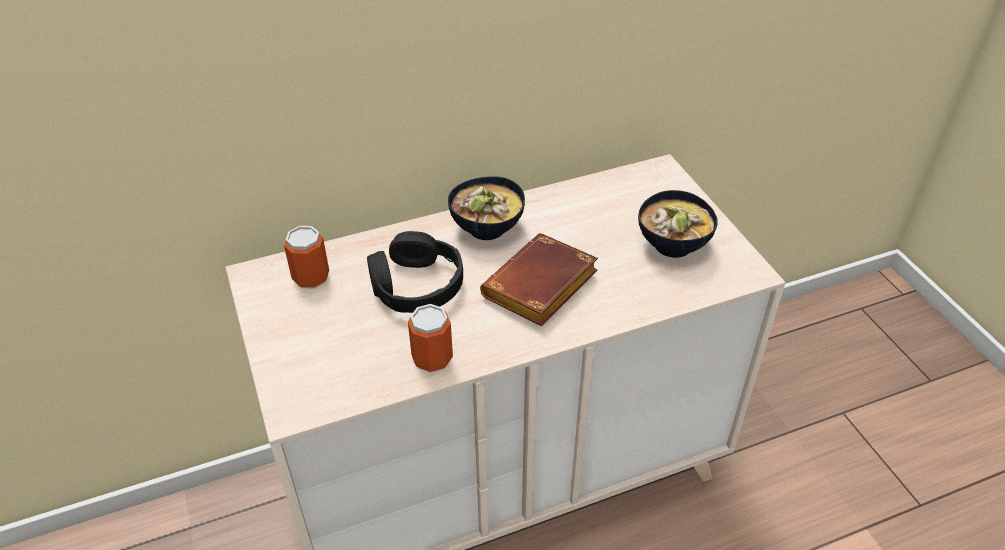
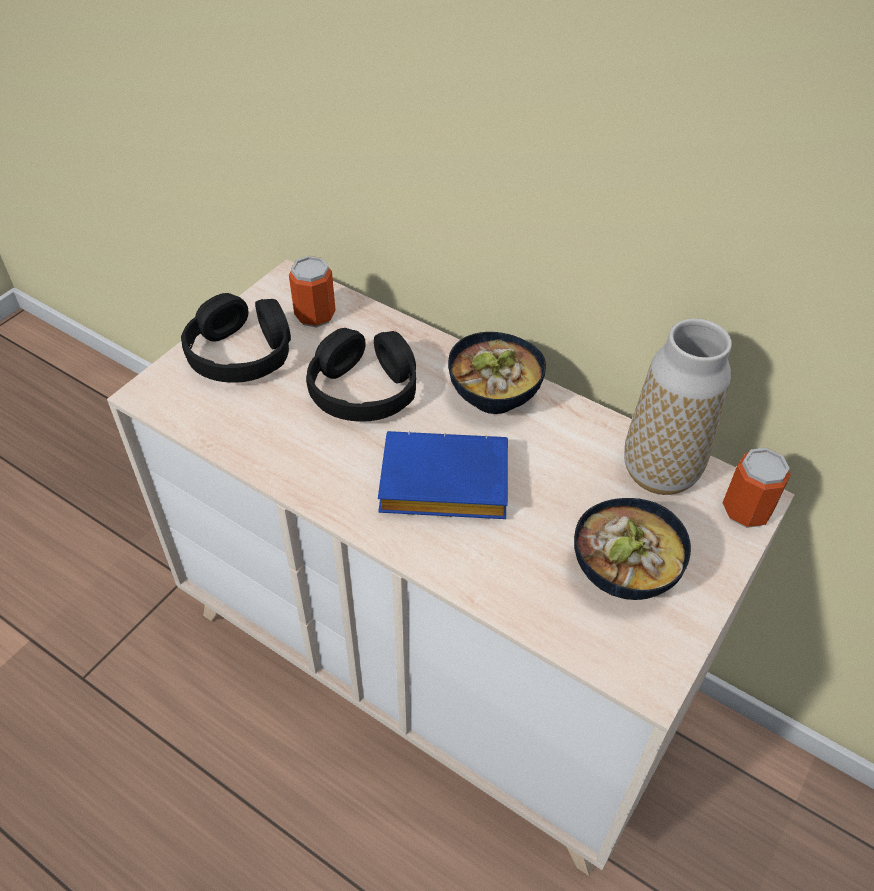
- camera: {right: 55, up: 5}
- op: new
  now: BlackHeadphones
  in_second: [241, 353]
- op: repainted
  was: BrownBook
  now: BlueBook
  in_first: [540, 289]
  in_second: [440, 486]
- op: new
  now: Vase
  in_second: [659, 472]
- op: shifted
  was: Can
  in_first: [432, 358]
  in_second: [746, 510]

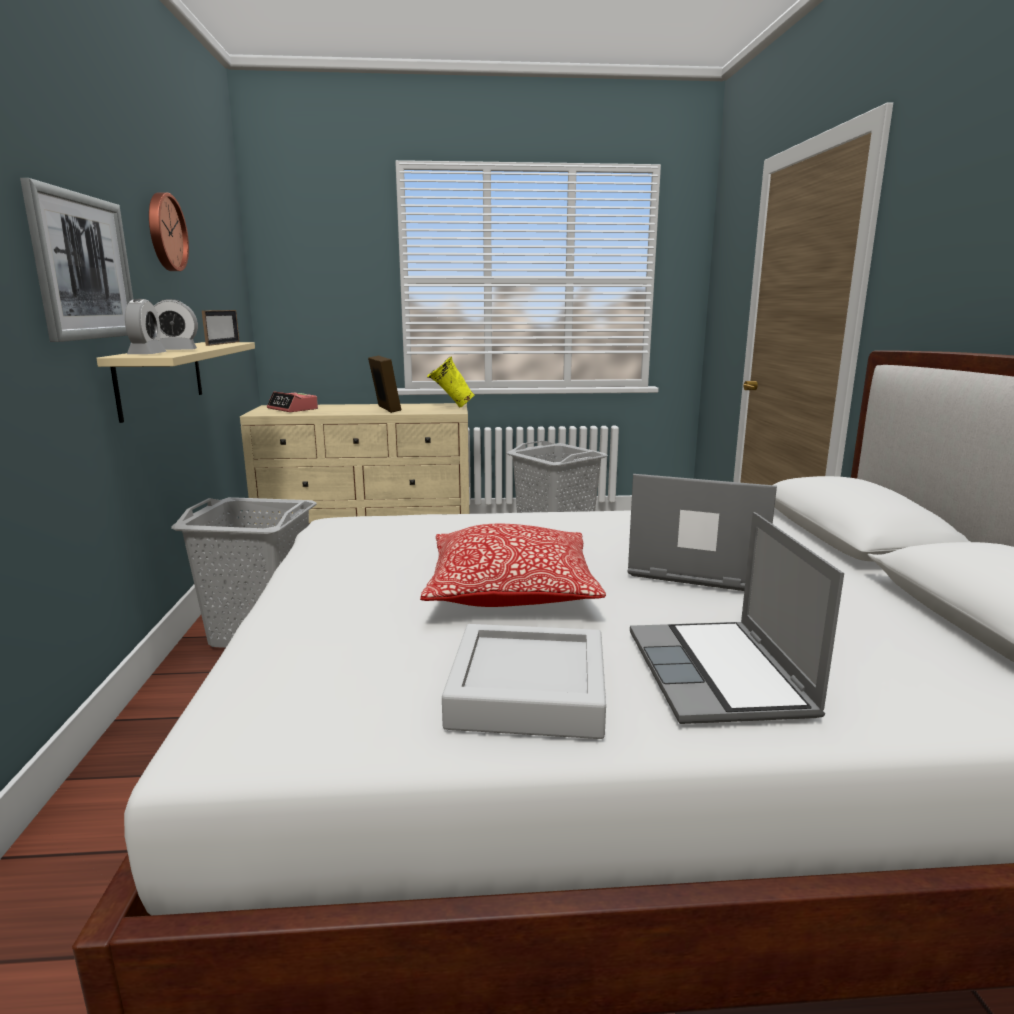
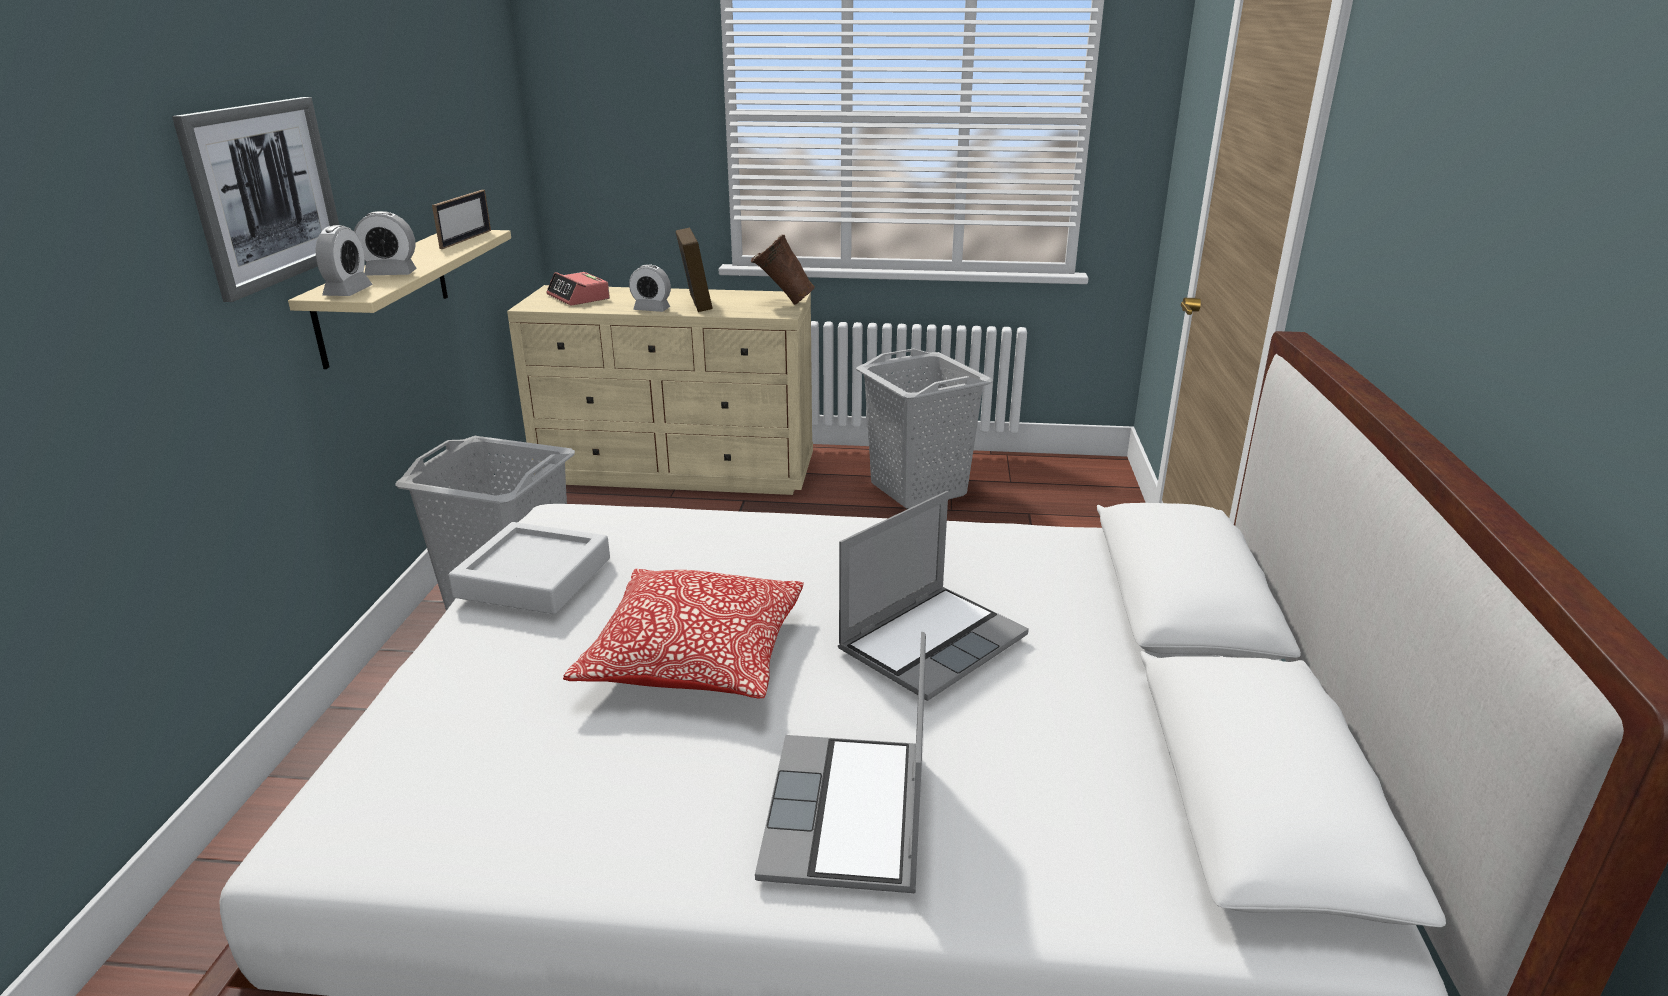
- camera: {right: 10, up: 10}
- op: shifted
  was: GreyTray
  in_first: [528, 692]
  in_second: [534, 577]
- op: new
  now: AlarmClock
  in_second: [651, 309]
- op: repainted
  was: YellowVase
  now: BrownVase
  in_first: [450, 407]
  in_second: [782, 303]
- op: rotated
  was: Laptop
  in_first: [696, 569]
  in_second: [932, 642]
  clockwise: 105
- op: gone
  was: WallClock
  in_first: [165, 232]

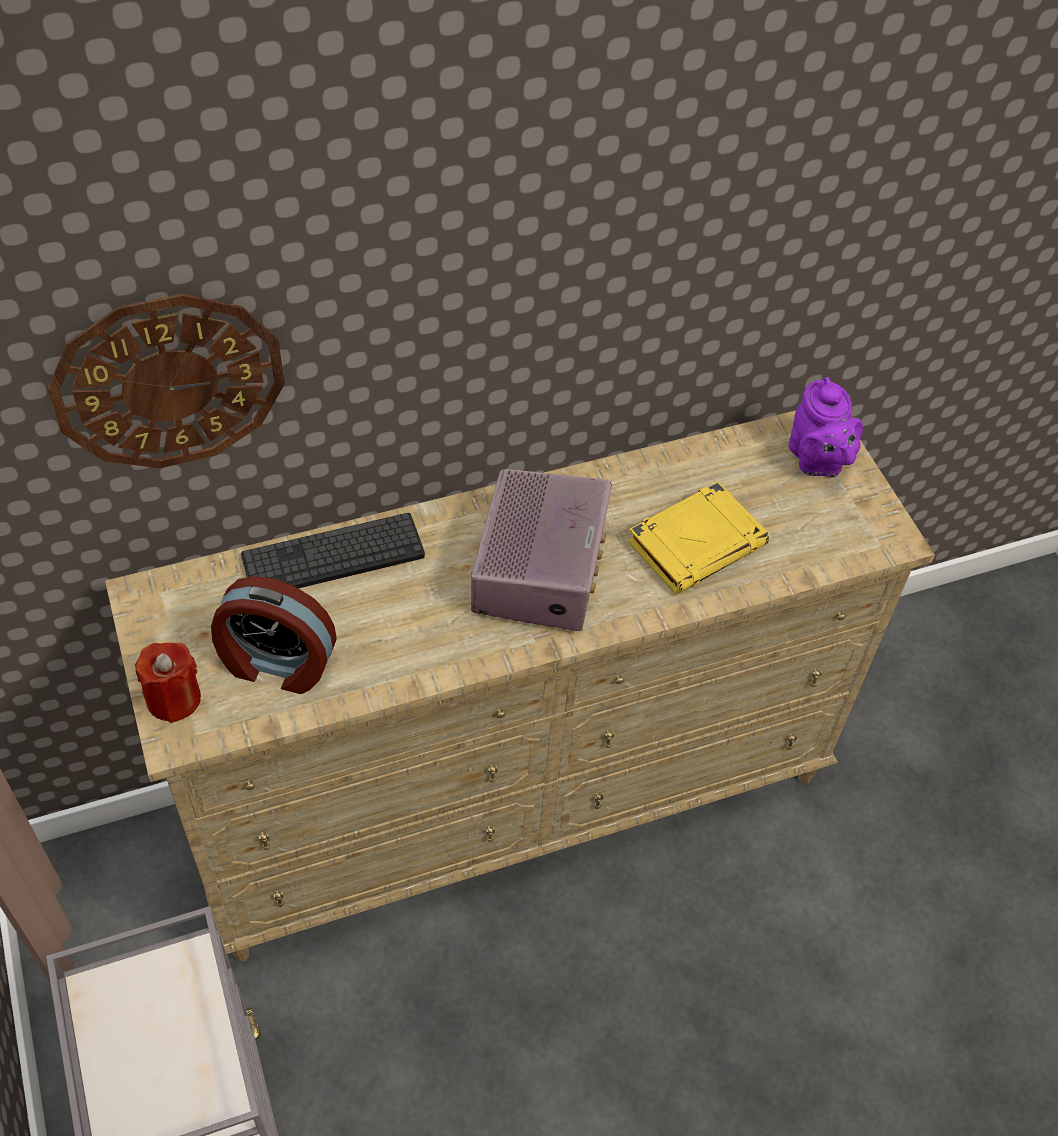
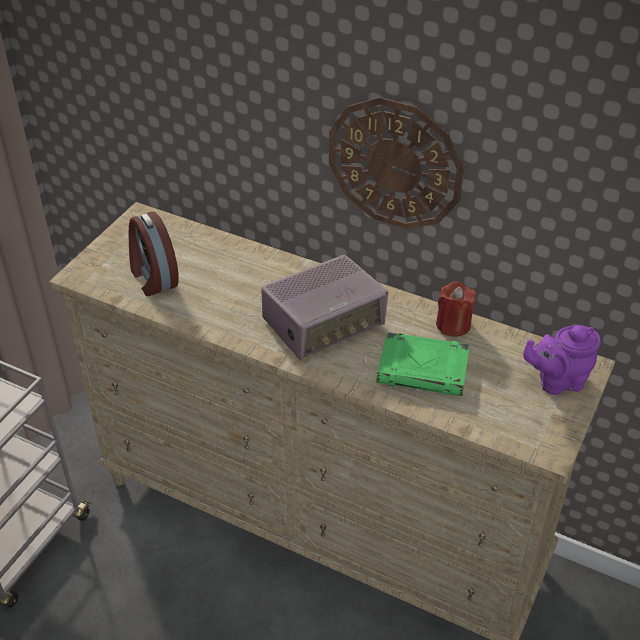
- camera: {right: 50, up: -10}
- op: shifted
  was: WallClock
  in_first: [169, 382]
  in_second: [395, 164]
- op: repainted
  was: YellowBook
  now: GreenBook
  in_first: [697, 543]
  in_second: [424, 369]
- op: shifted
  was: RedCandle
  in_first: [174, 698]
  in_second: [453, 325]
- op: rotated
  was: PurpleTeapot
  in_first: [817, 461]
  in_second: [557, 381]
  clockwise: 45
- op: gone
  was: Keyboard
  in_first: [333, 556]

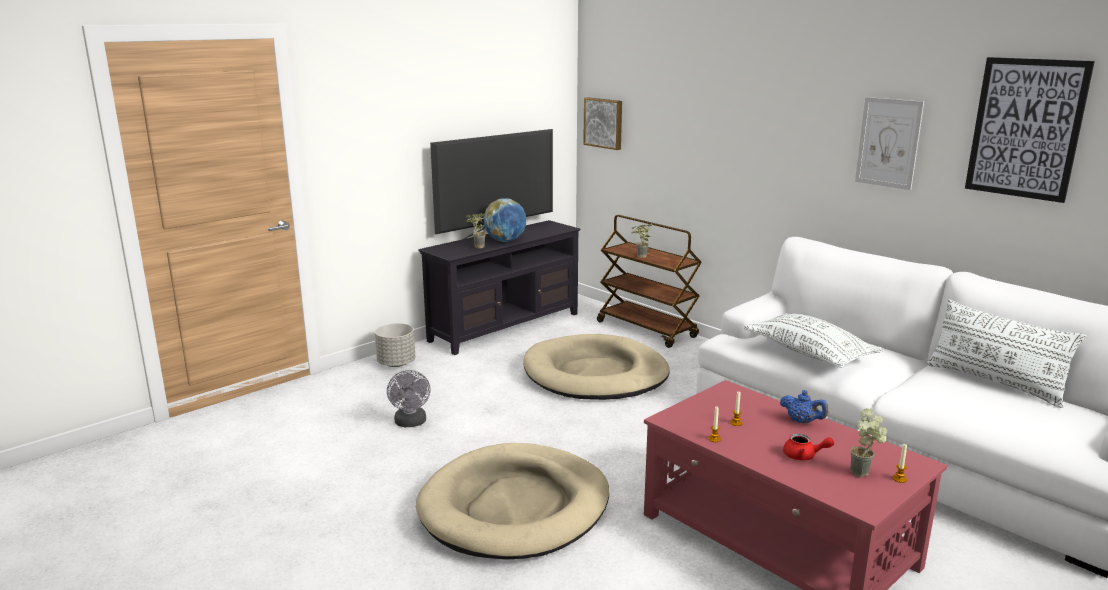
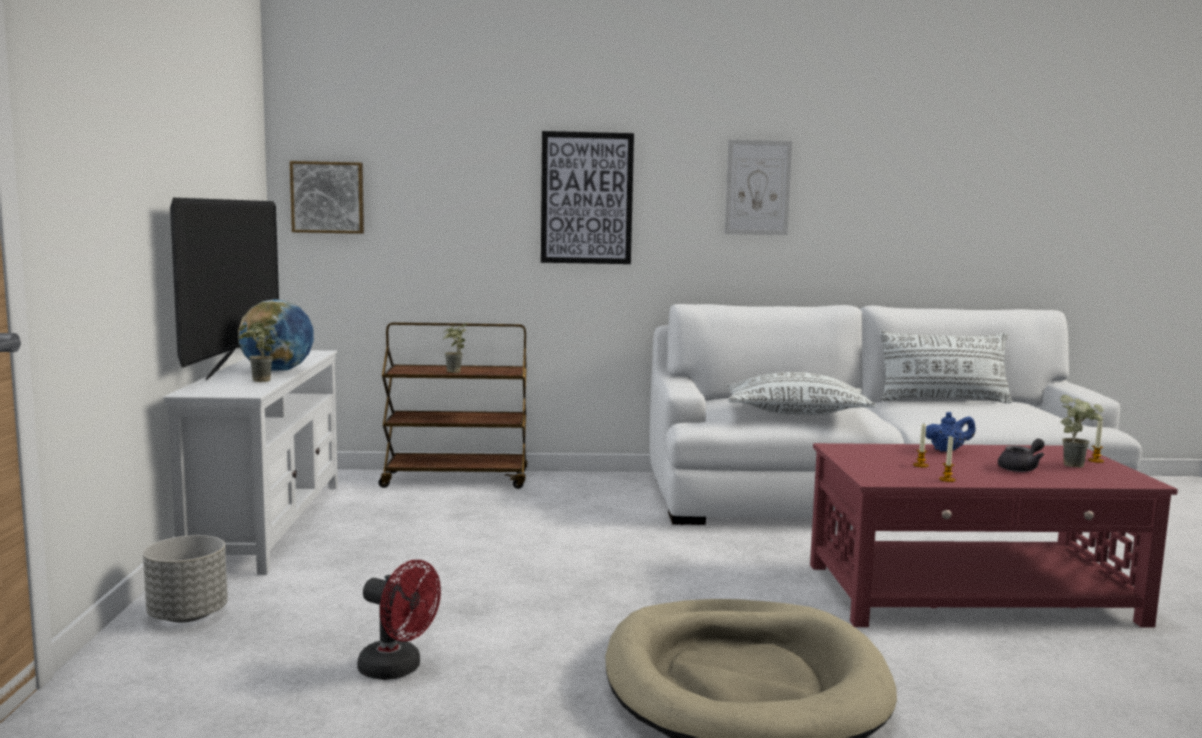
- camera: {right: -50, up: -10}
- op: repainted
  was: BlackTvStand
  now: WhiteTvStand
  in_first: [505, 327]
  in_second: [267, 525]
- op: repainted
  was: GreyFan
  now: RedFan
  in_first: [411, 423]
  in_second: [398, 669]
- op: shifted
  was: Picture
  in_first: [1026, 128]
  in_second: [586, 198]
- op: repainted
  was: RedTeapot
  now: GreyTeapot
  in_first: [804, 456]
  in_second: [1021, 468]
- op: gone
  was: BeigeDogBed
  in_first: [595, 374]

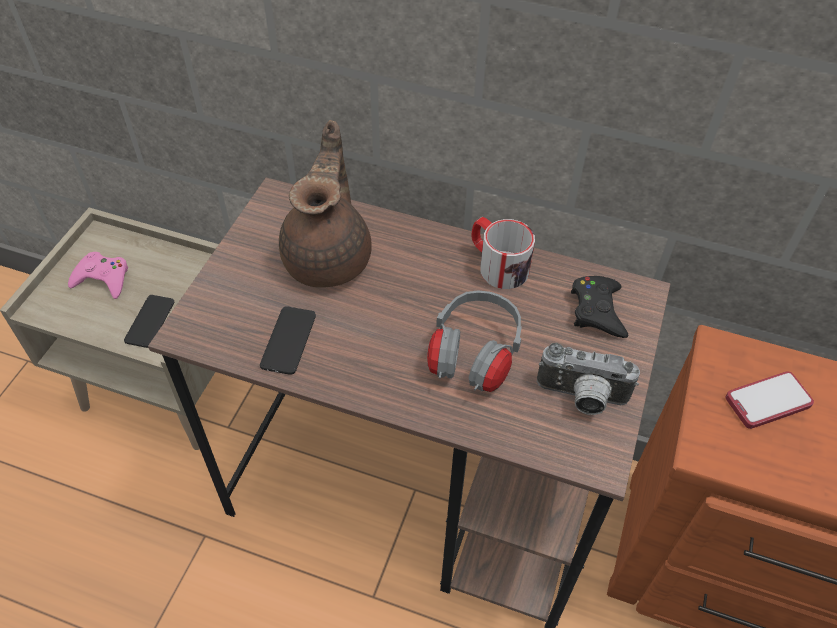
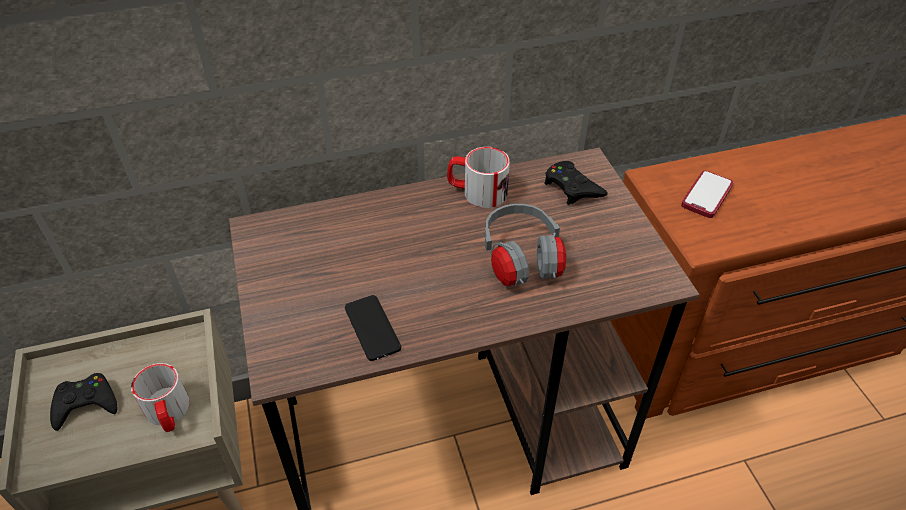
- camera: {right: -35, up: -5}
- op: repainted
  was: PinkGameController
  now: BlackGameController
  in_first: [103, 279]
  in_second: [86, 404]
- op: swapped
  was: Phone
  now: Mug
  in_first: [150, 321]
  in_second: [168, 413]
- op: gone
  was: BrownTeapot
  in_first: [329, 257]
- op: gone
  was: PhotoCamera
  in_first: [581, 398]

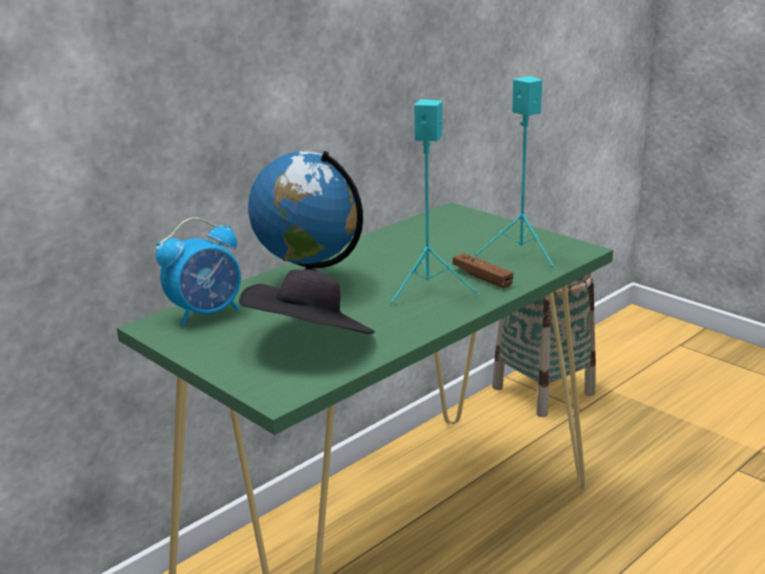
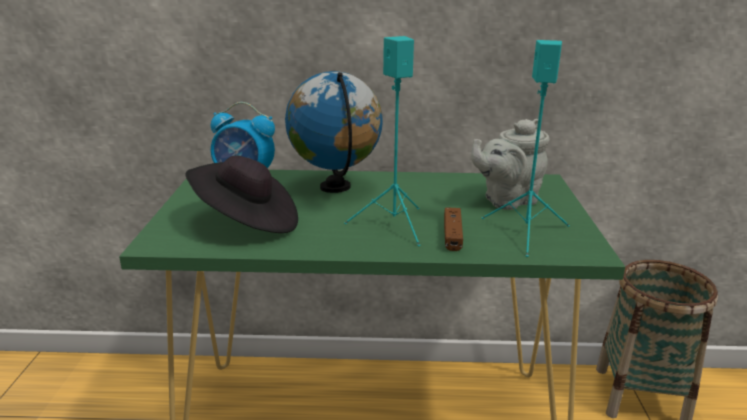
- camera: {right: 45, up: 0}
- op: new
  now: GreyTeapot
  in_second: [507, 201]

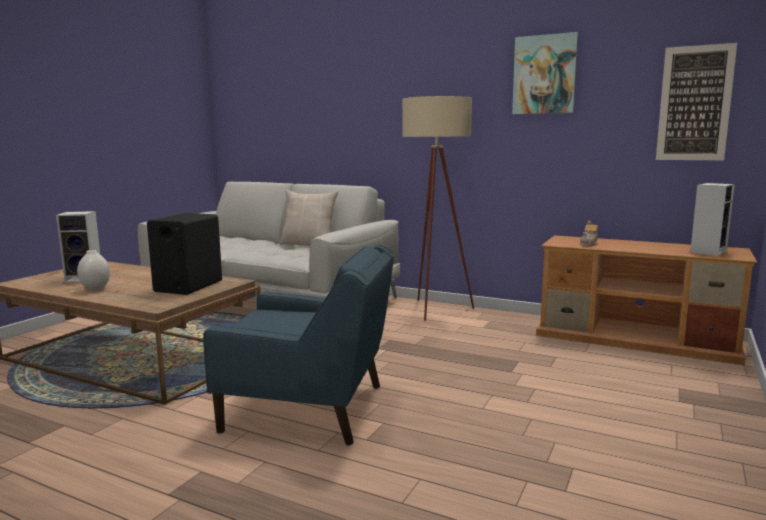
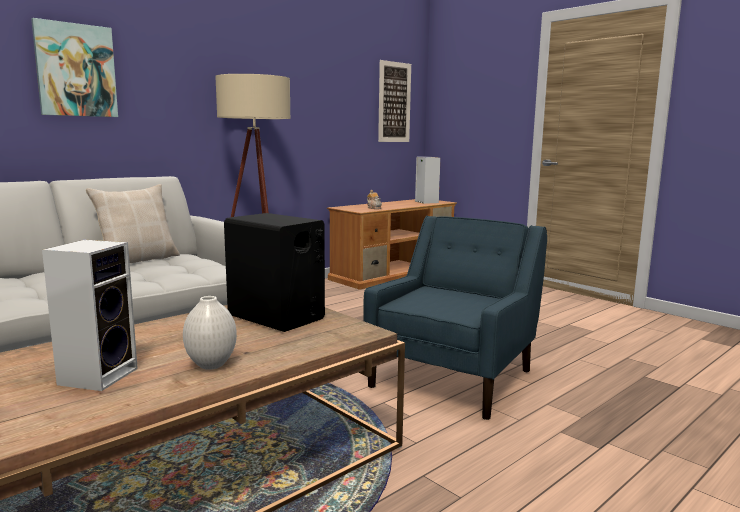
- camera: {right: -70, up: 0}
- op: shifted
  was: Picture
  in_first: [544, 75]
  in_second: [76, 70]

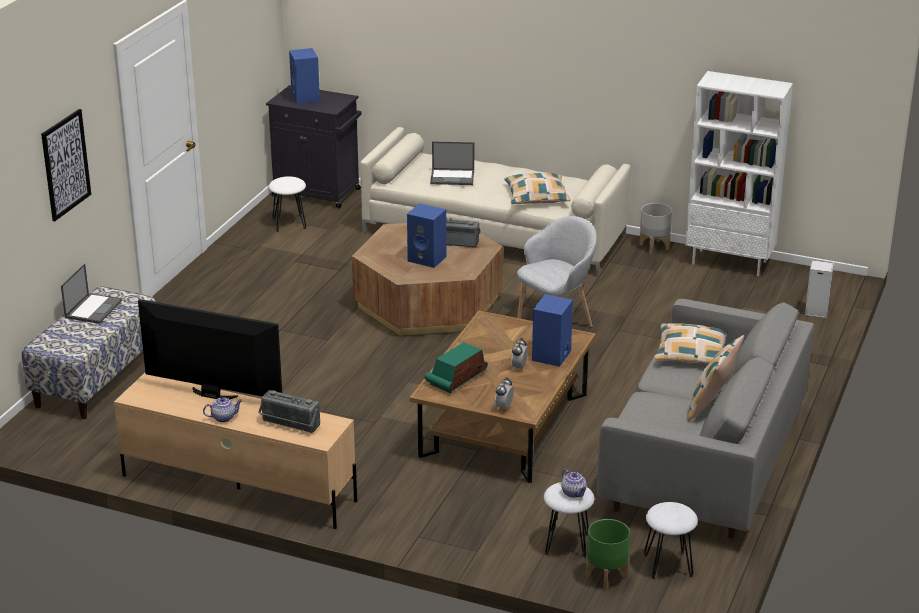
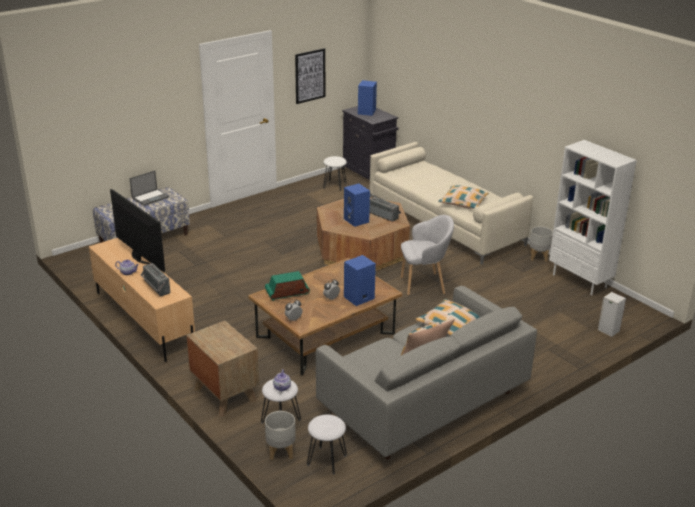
- camera: {right: 30, up: 0}
- op: new
  now: BrownNightstand
  in_second: [224, 394]
- op: repainted
  was: GreenPlanter
  now: GreyPlanter
  in_first: [606, 577]
  in_second: [280, 452]
- op: shifted
  was: Picture
  in_first: [65, 164]
  in_second: [310, 76]
- op: gone
  was: Laptop
  in_first: [453, 177]

